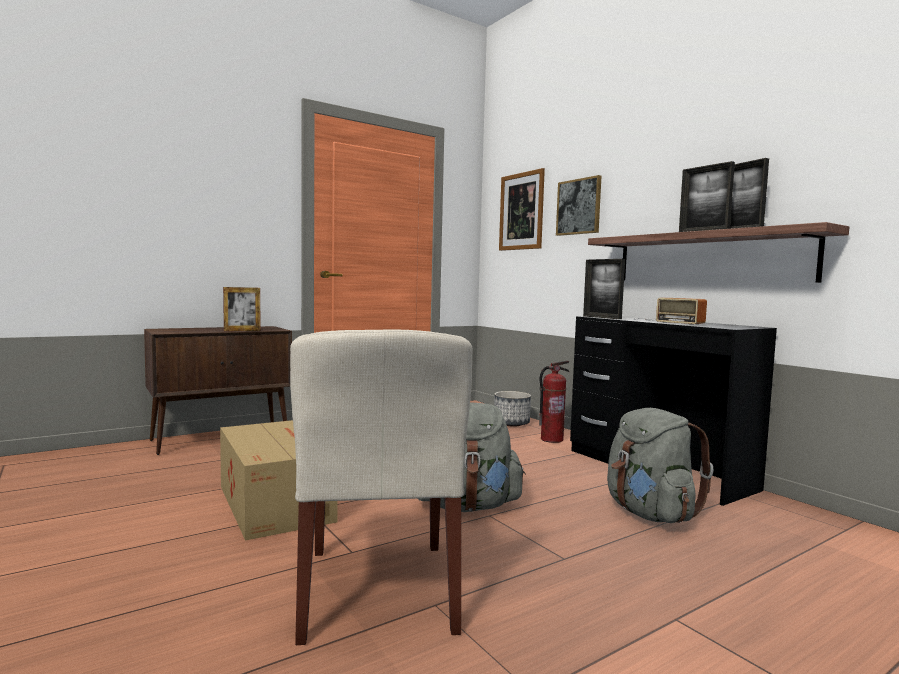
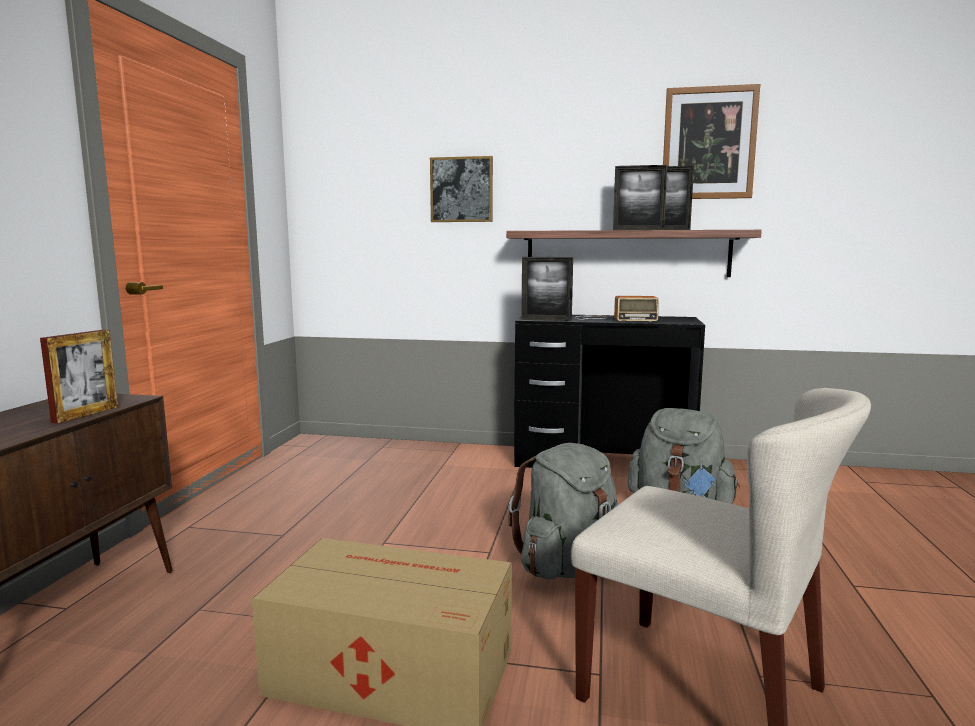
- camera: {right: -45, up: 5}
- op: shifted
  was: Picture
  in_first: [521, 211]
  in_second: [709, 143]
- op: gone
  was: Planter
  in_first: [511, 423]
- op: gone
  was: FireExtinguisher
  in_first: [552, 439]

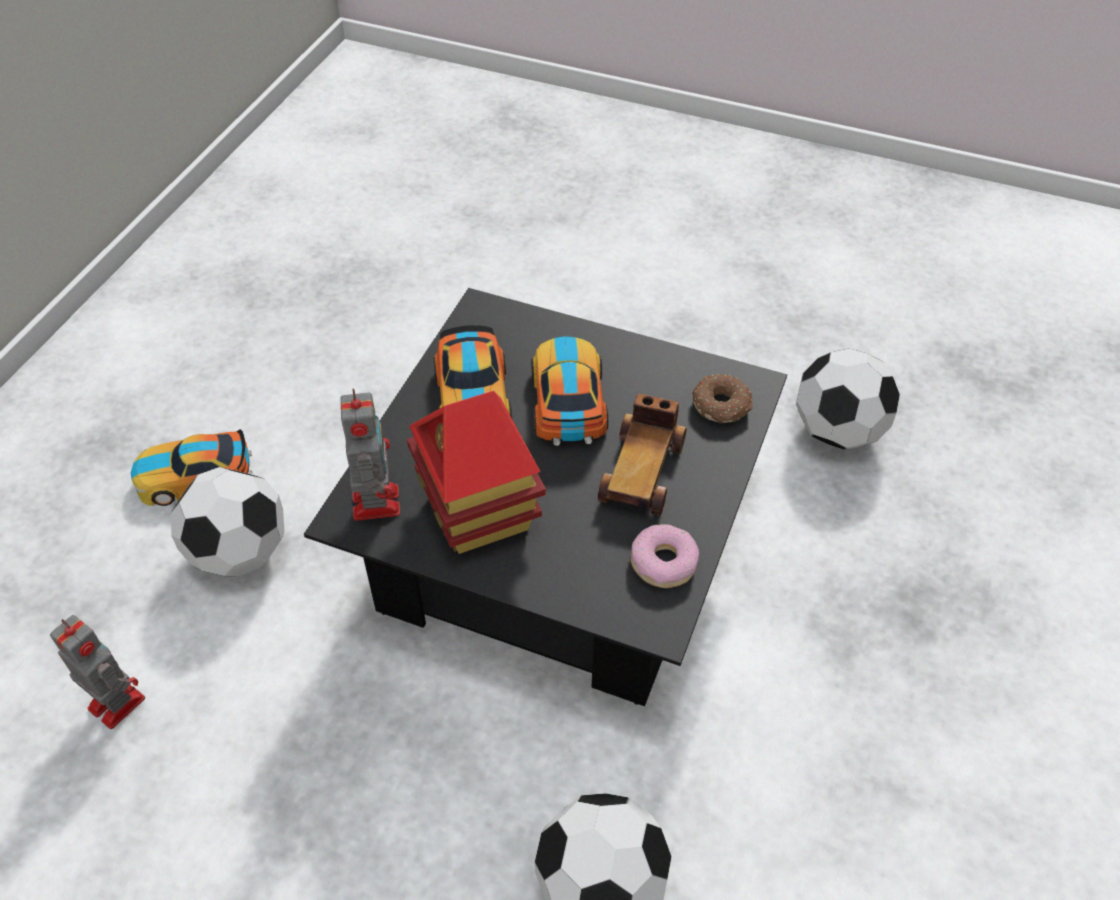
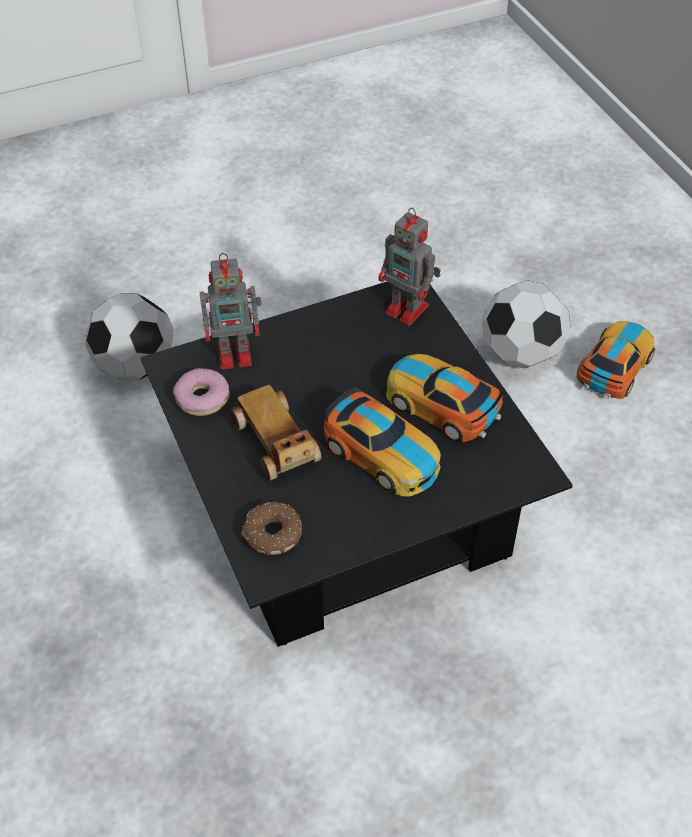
- camera: {right: 135, up: 0}
- op: shifted
  was: ToyRobot
  in_first: [114, 702]
  in_second: [237, 354]
- op: gone
  was: ToyHouse
  in_first: [479, 512]
- op: gone
  was: Football
  in_first: [837, 432]

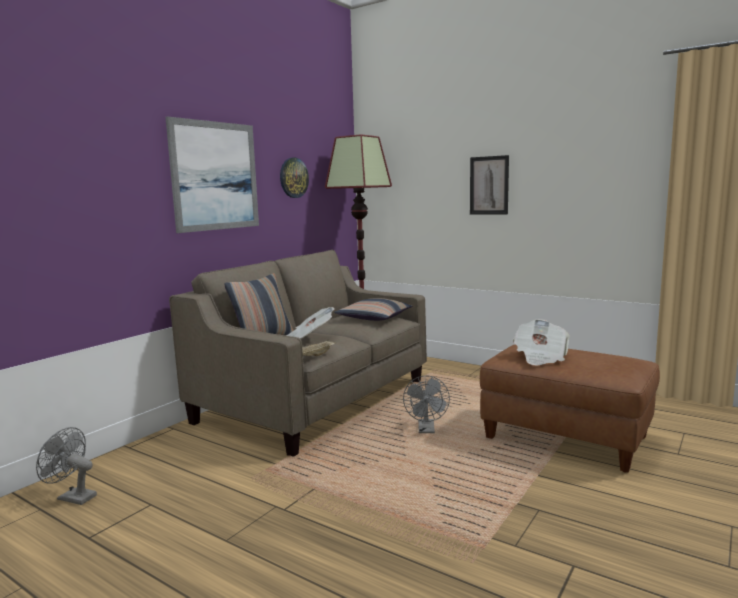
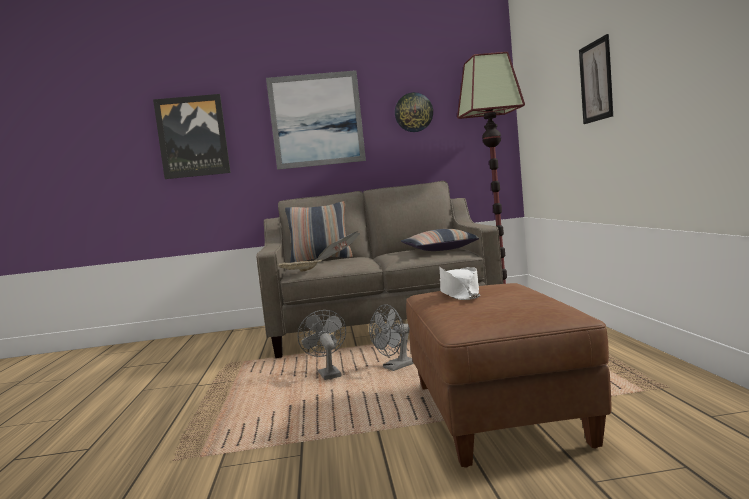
- camera: {right: 50, up: -5}
- op: new
  now: Picture
  in_second: [193, 137]
- op: shifted
  was: GreyFan
  in_first: [72, 497]
  in_second: [327, 373]
- op: swapped
  was: Newspaper
  now: WhiteHat
  in_first: [540, 357]
  in_second: [459, 294]

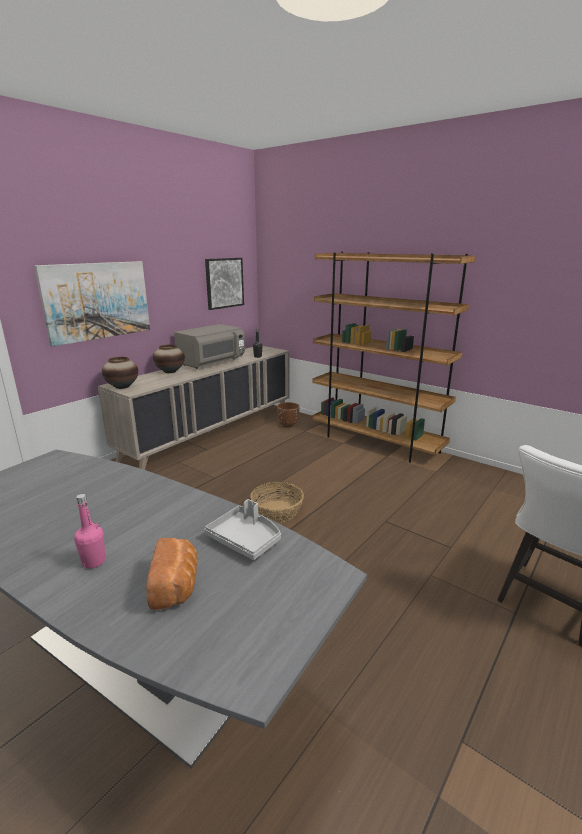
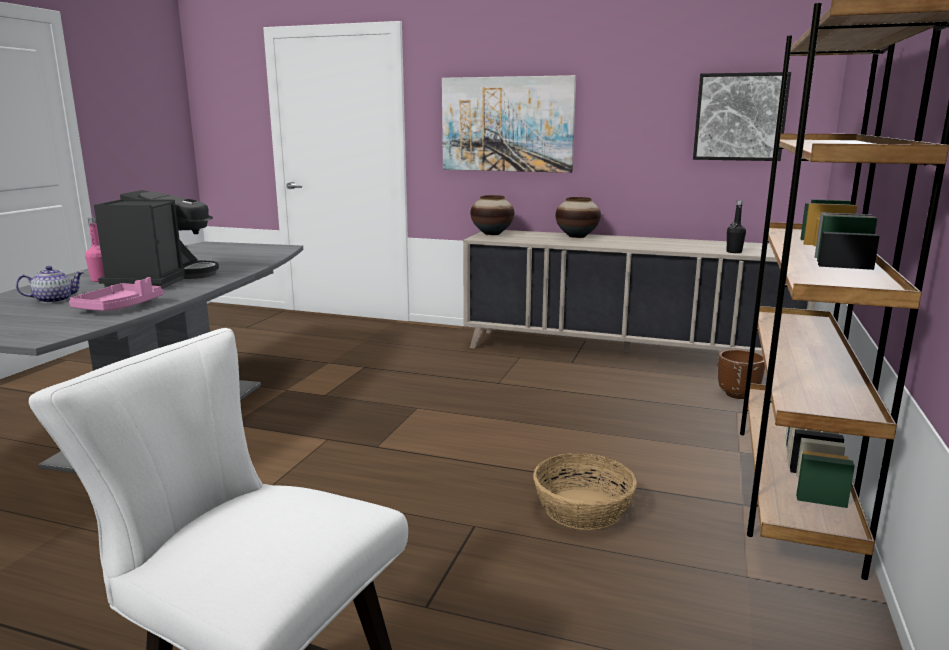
- camera: {right: 70, up: -5}
- op: swapped
  was: Bread
  now: Teapot
  in_first: [176, 586]
  in_second: [54, 300]
- op: repainted
  was: GreyTray
  now: PinkTray
  in_first: [245, 539]
  in_second: [119, 307]
- op: new
  now: CoffeeMachine
  in_second: [161, 279]
- op: shifted
  was: Basket
  in_first: [277, 511]
  in_second: [582, 509]
- op: gone
  was: GreyMicrowave
  in_first: [212, 363]

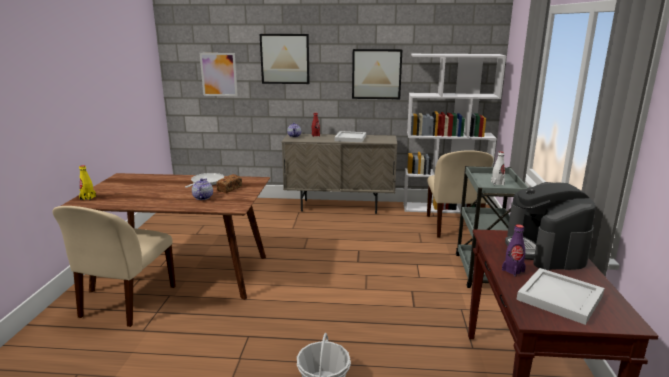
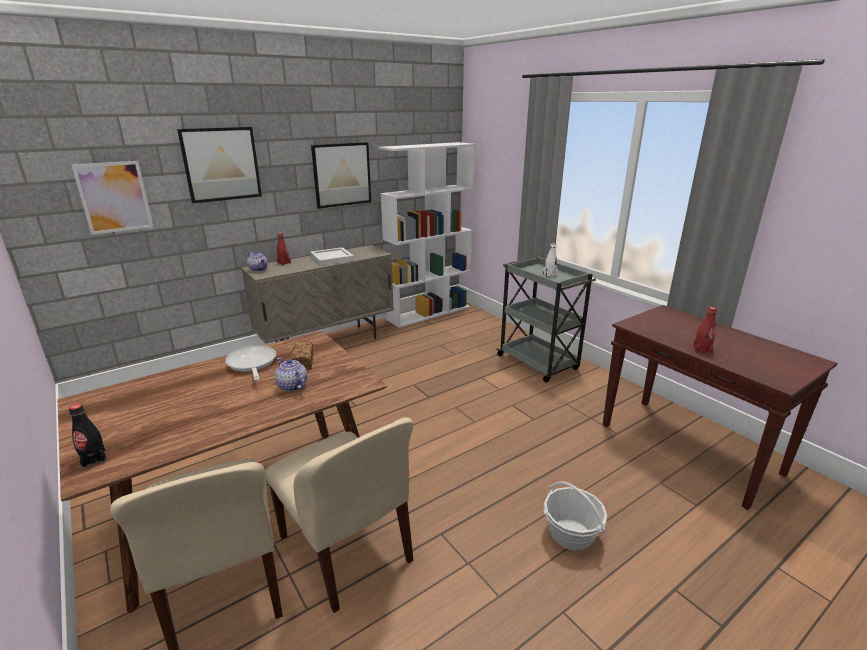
- camera: {right: -40, up: 5}
- op: repainted
  was: YellowBottle
  now: BlackBottle
  in_first: [88, 198]
  in_second: [94, 459]
- op: shifted
  was: BeigeChair
  in_first: [453, 227]
  in_second: [347, 550]
- op: repainted
  was: PurpleBottle
  now: RedBottle
  in_first: [513, 271]
  in_second: [702, 350]
- op: gone
  was: CoffeeMachine
  in_first: [544, 250]
- op: gone
  was: WhiteTray
  in_first: [558, 298]

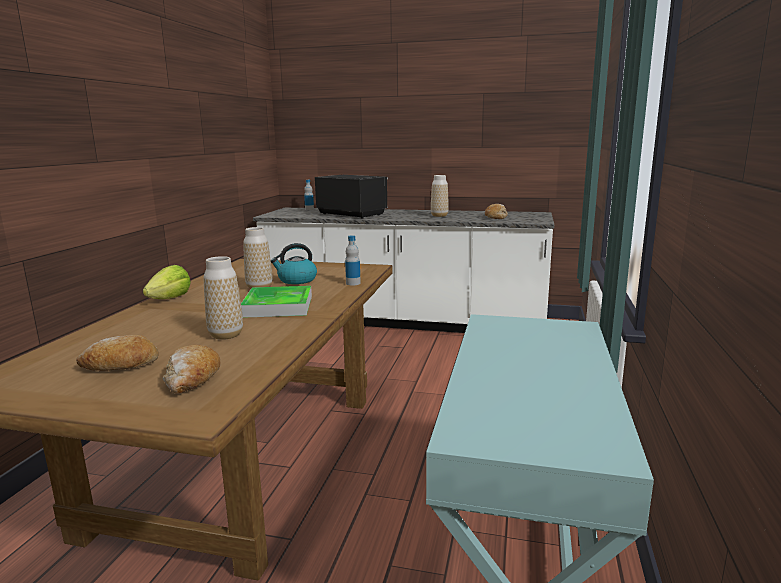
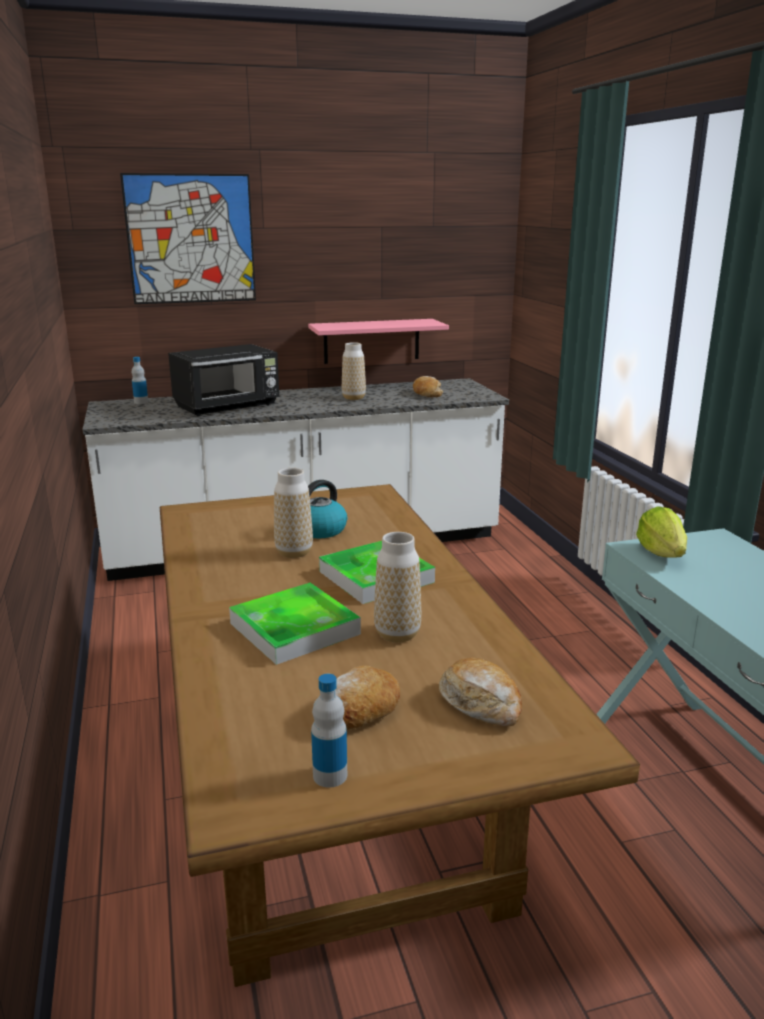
- camera: {right: -30, up: 5}
- op: new
  now: Picture
  in_second: [191, 239]
- op: rotated
  was: BlackMicrowave
  in_first: [351, 214]
  in_second: [228, 406]
  clockwise: 135
- op: new
  now: Tray
  in_second: [294, 629]
- op: new
  now: PinkShelf
  in_second: [371, 341]
- op: shifted
  was: Bottle
  in_first: [353, 283]
  in_second: [330, 775]
- op: shifted
  was: Lettuce
  in_first: [170, 299]
  in_second: [661, 553]

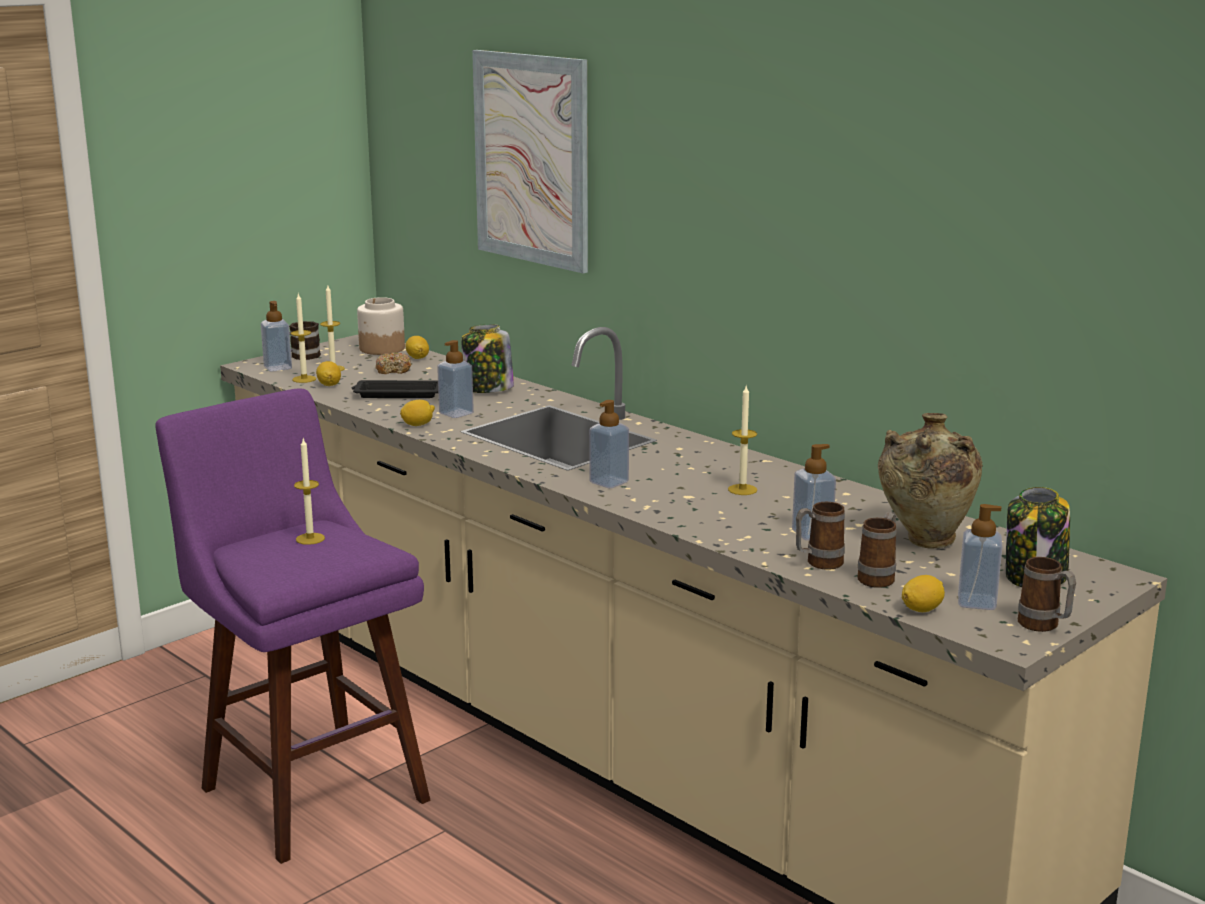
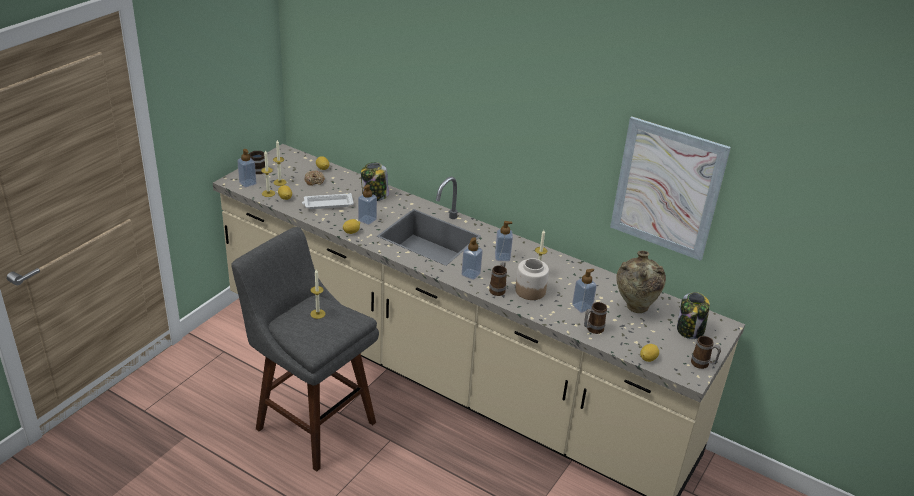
- camera: {right: -15, up: 15}
- op: repainted
  was: PurpleStool
  now: GreyStool
  in_first: [309, 789]
  in_second: [311, 422]
- op: repainted
  was: BlackTray
  now: WhiteTray
  in_first: [397, 394]
  in_second: [327, 204]
- op: shifted
  was: Mug
  in_first: [879, 577]
  in_second: [498, 289]
- op: shifted
  was: SoapDispenser
  in_first: [976, 602]
  in_second: [502, 257]
- op: shifted
  was: Jar
  in_first: [381, 348]
  in_second: [530, 291]
- op: shifted
  was: Picture
  in_first: [531, 159]
  in_second: [667, 188]

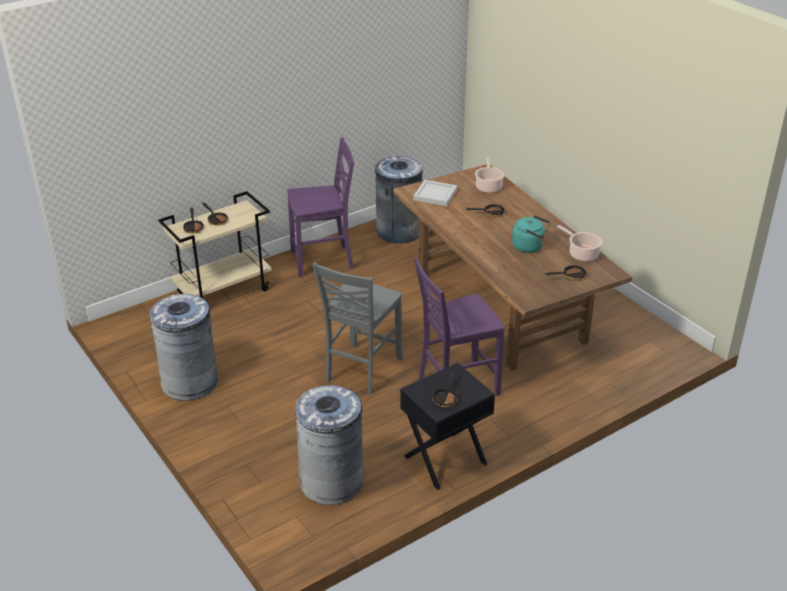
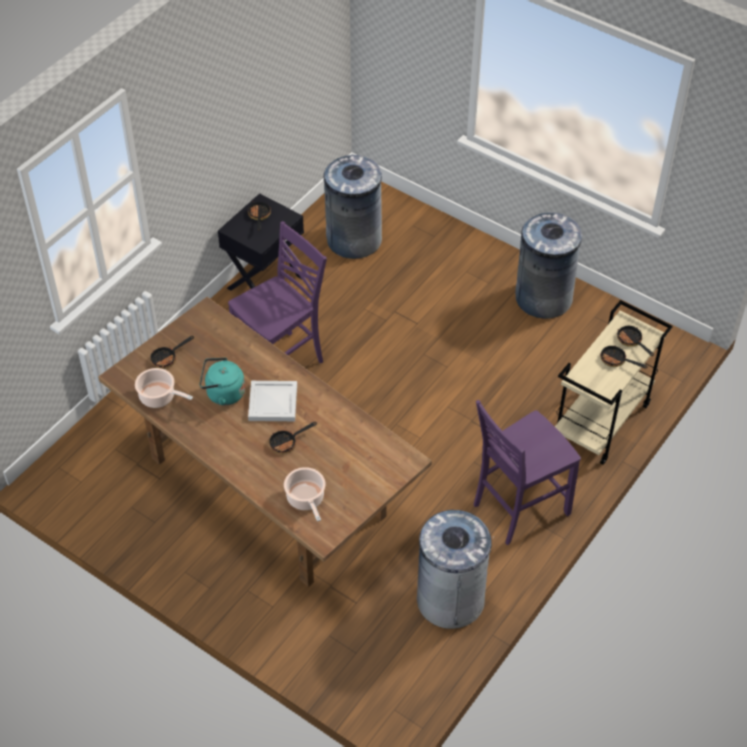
- camera: {right: 160, up: 15}
- op: shifted
  was: WhiteTray
  in_first: [435, 194]
  in_second: [273, 403]
- op: gone
  was: GreyChair
  in_first: [361, 370]

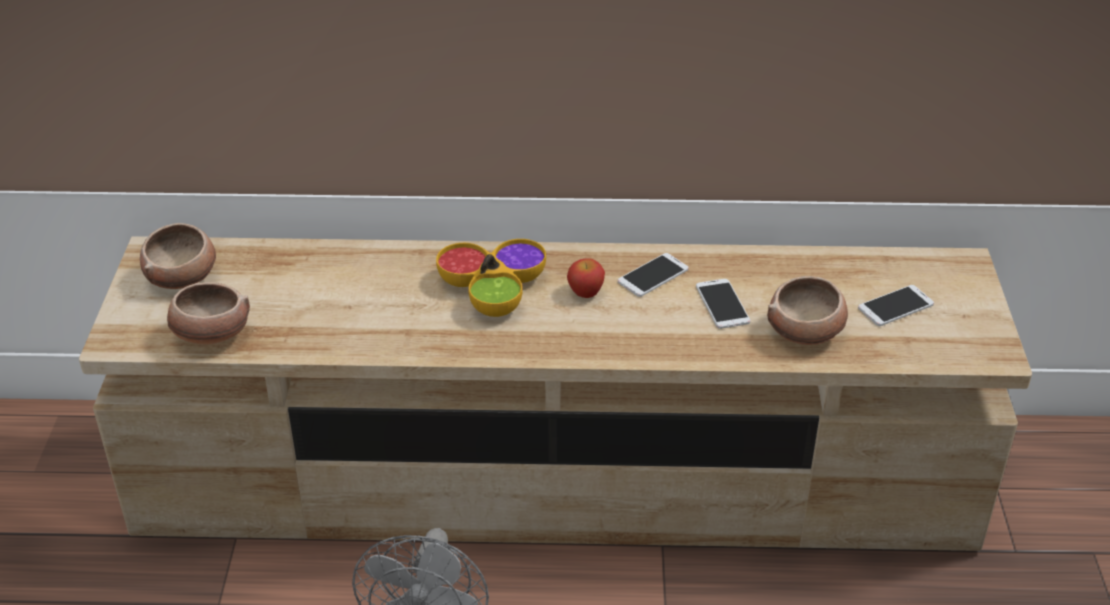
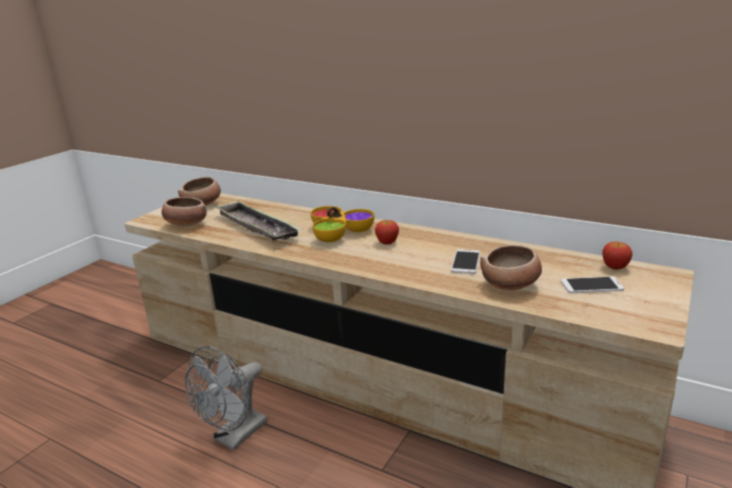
- camera: {right: 30, up: -15}
- op: new
  now: Tray
  in_second: [257, 227]
- op: new
  now: Apple
  in_second: [615, 267]
- op: gone
  was: Phone
  in_first: [653, 275]

